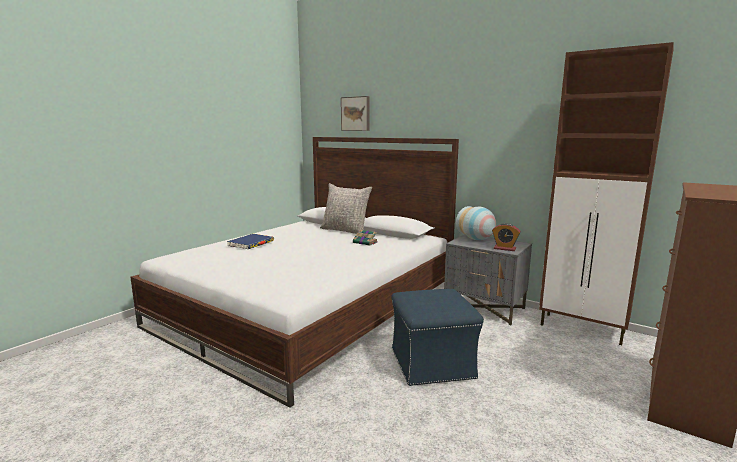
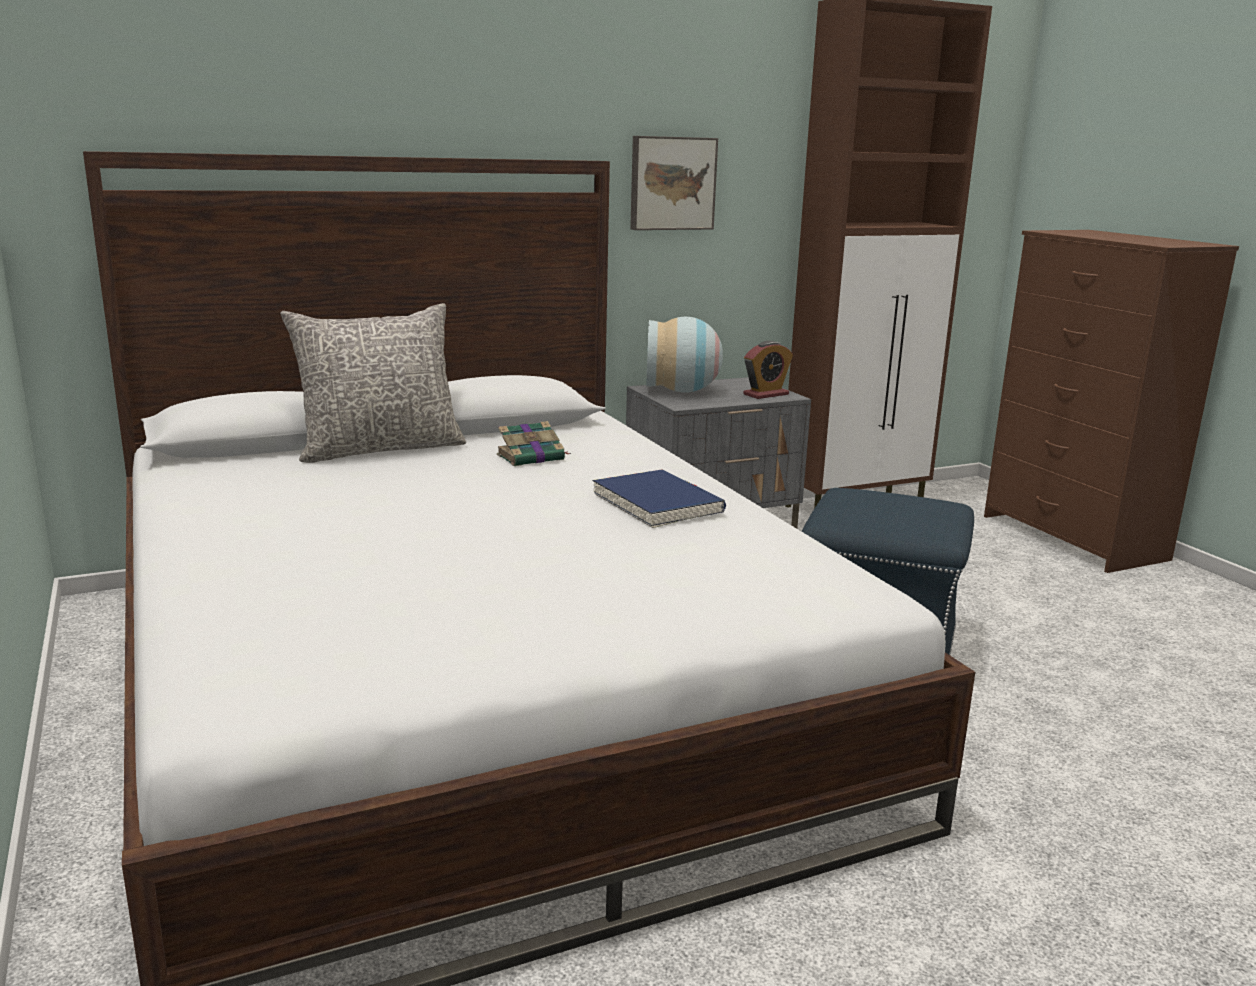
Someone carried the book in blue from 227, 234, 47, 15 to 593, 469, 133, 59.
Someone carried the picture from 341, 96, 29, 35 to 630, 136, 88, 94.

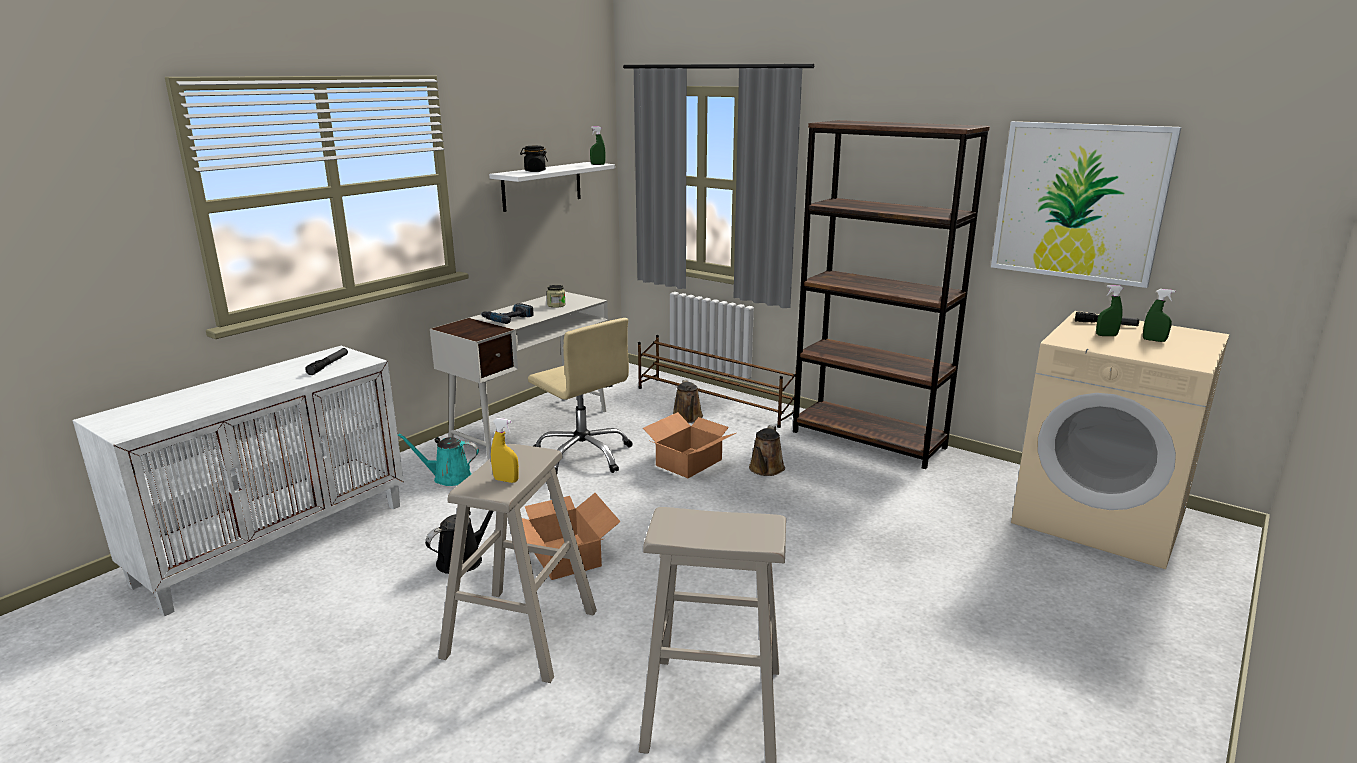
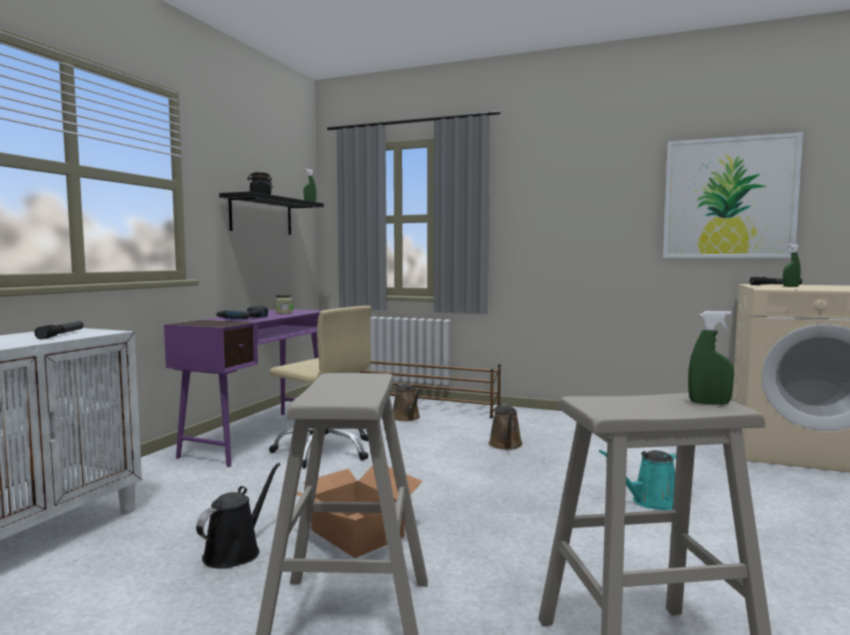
Someone carried the watering can in turquoise from 397, 433, 82, 53 to 599, 450, 78, 60.
Someone repainted the desk in white at 430, 292, 178, 168, which became the desk in purple at 164, 309, 157, 158.
Someone repainted the shelf in white at 489, 162, 126, 50, which became the shelf in black at 219, 191, 105, 44.
Someone took away the spray bottle in yellow at 491, 418, 28, 65.
Someone took away the cardboard box at 643, 412, 93, 66.
Someone took away the bookcase in brown at 793, 120, 197, 349.
Someone carried the spray bottle in green from 1143, 289, 32, 53 to 688, 311, 46, 94.

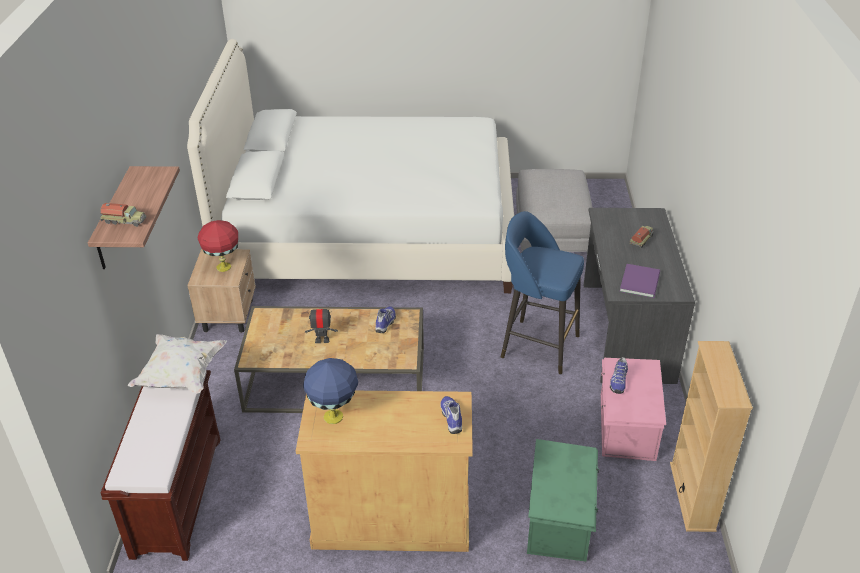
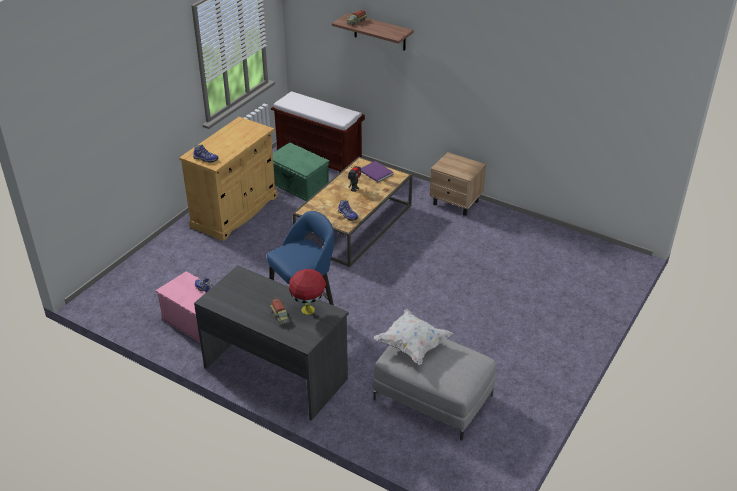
Someone carried the pillow in white from 128, 334, 99, 60 to 374, 309, 79, 56.
Someone took away the bed in white at 187, 39, 327, 254.
Someone carried the table lamp in red from 198, 220, 40, 52 to 289, 269, 37, 46.
Someone took away the table lamp in blue at 303, 358, 55, 66.
Someone carried the storage box in green from 527, 439, 72, 123 to 273, 142, 57, 59.
Someone carried the book in purple from 620, 264, 40, 34 to 361, 161, 33, 21.
Someone took away the bookcase in beige at 670, 341, 83, 191.

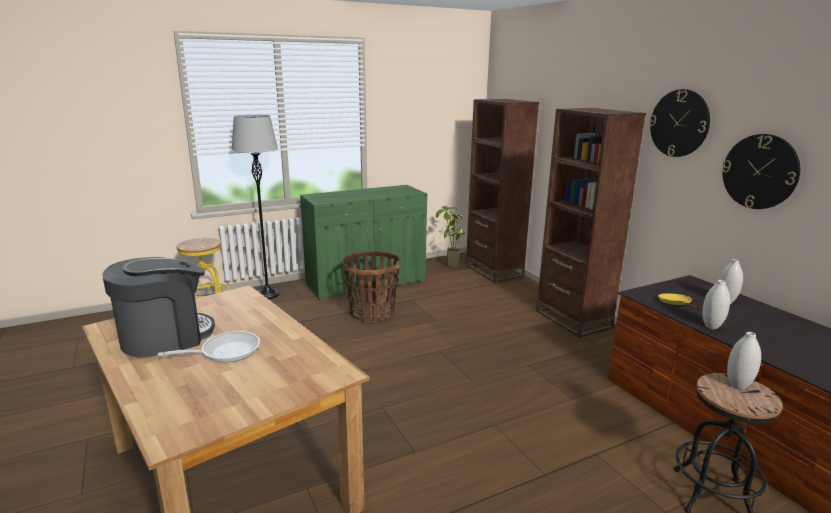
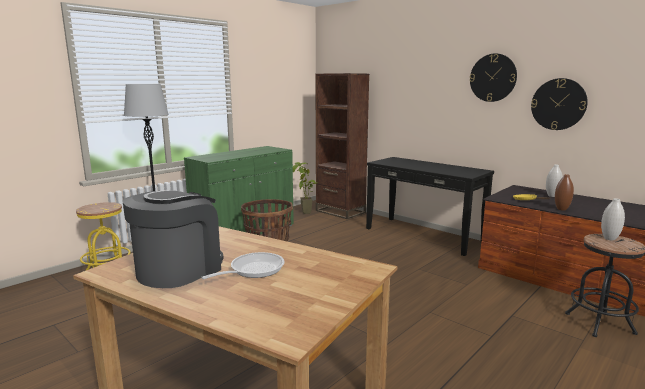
Someone swapped the bookcase in brown at 536, 108, 110, 230 for the console table in black at 366, 157, 128, 99.
Someone repainted the vase in white at 702, 280, 28, 49, which became the vase in brown at 555, 174, 19, 37.

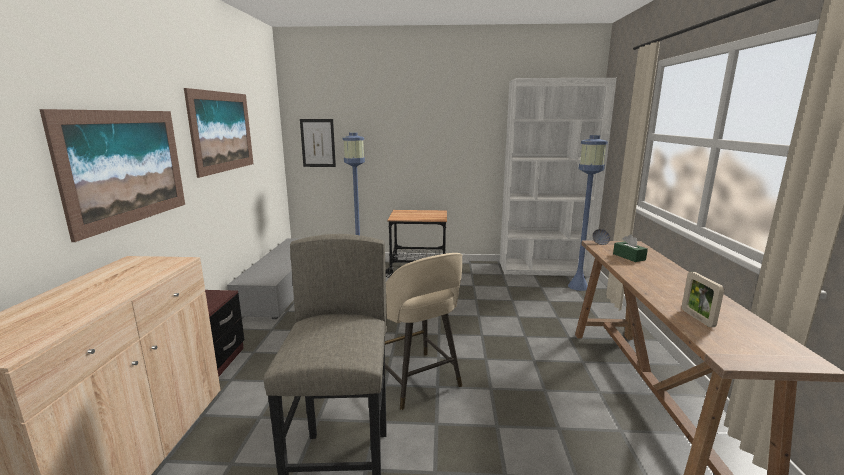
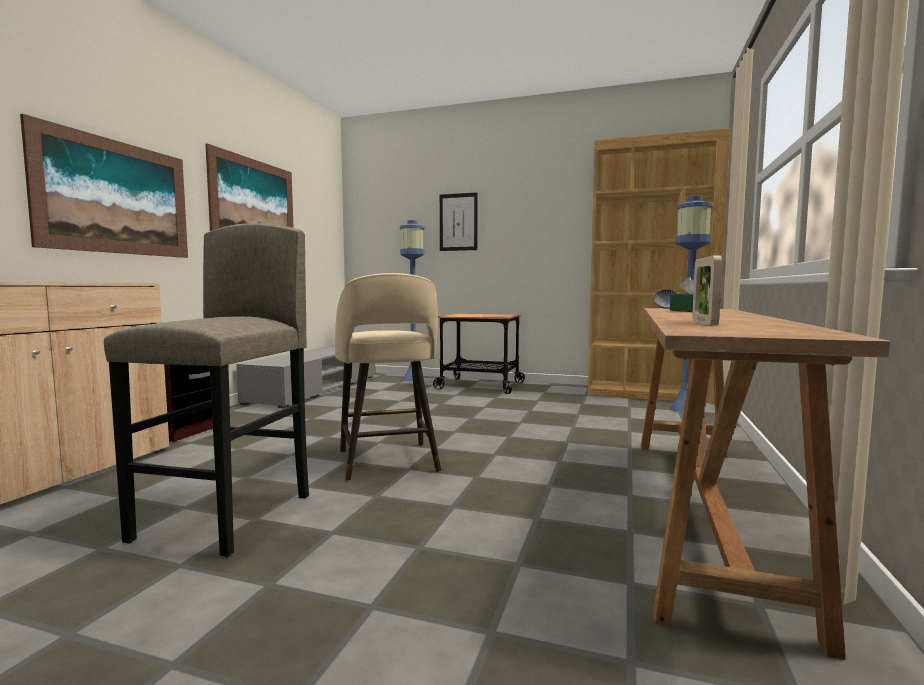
Someone carried the picture from 300, 119, 36, 48 to 440, 192, 38, 59.
Someone repainted the bookcase in white at 500, 78, 117, 199, which became the bookcase in brown at 588, 128, 142, 276.

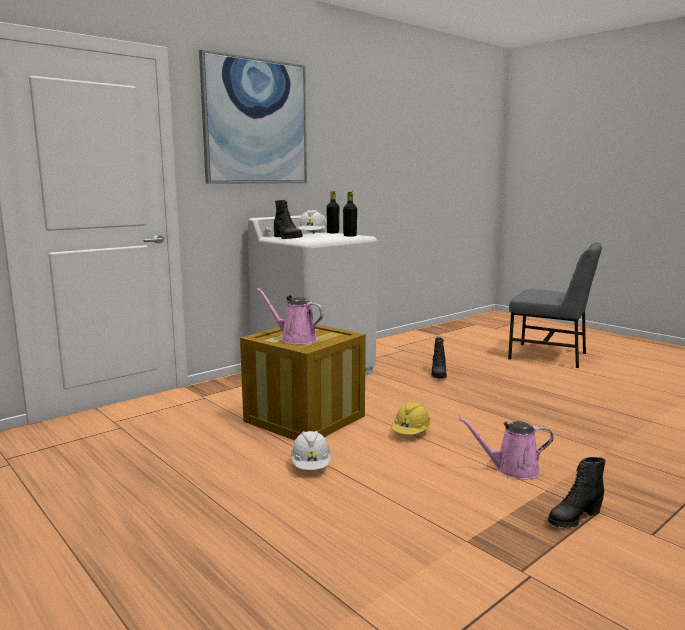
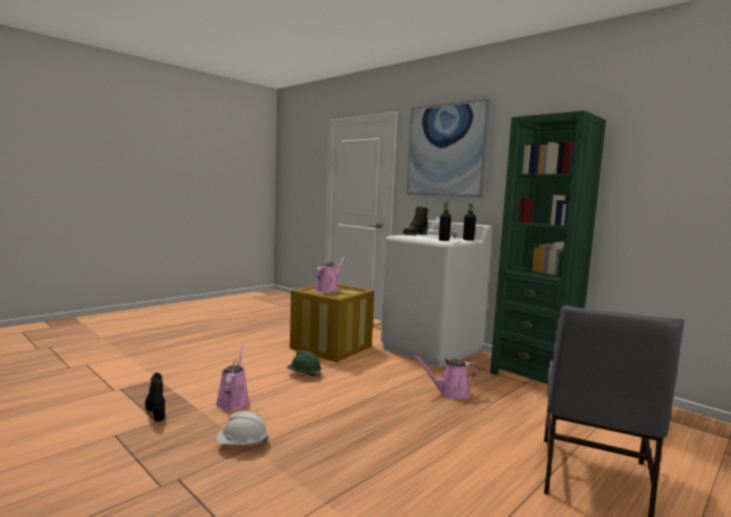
Someone carried the hard hat in white from 290, 431, 41, 39 to 217, 411, 51, 34.
Someone repainted the hard hat in yellow at 391, 401, 40, 34, which became the hard hat in green at 287, 350, 34, 27.
Someone swapped the boot in black at 431, 338, 16, 41 for the watering can in pink at 414, 355, 65, 45.
Someone put down the bookcase in green at 490, 111, 116, 273.

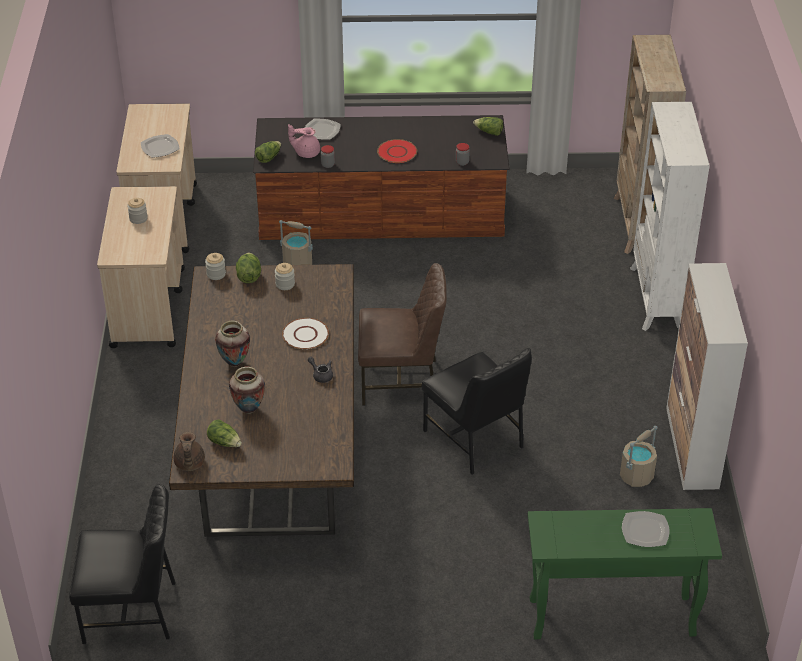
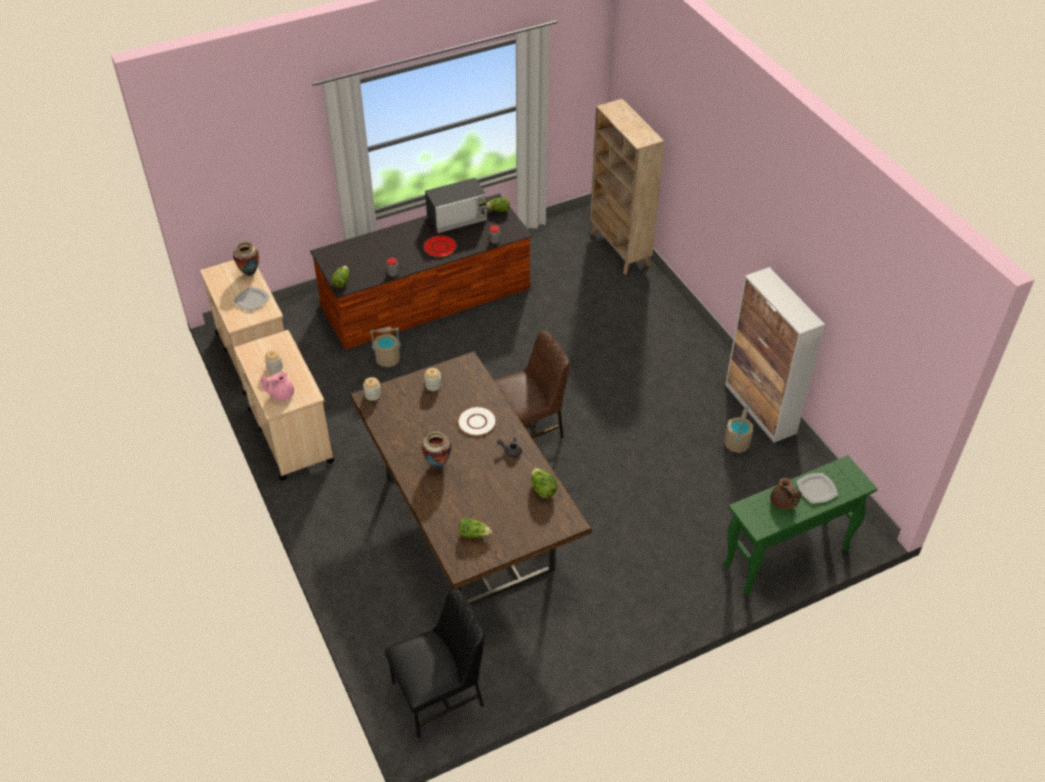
Someone carried the teapot in brown from 174, 432, 31, 39 to 770, 478, 31, 31.
Someone carried the vase from 229, 367, 36, 47 to 233, 242, 26, 34.
Someone carried the lettuce from 236, 252, 25, 31 to 531, 468, 26, 30.
Someone carried the teapot in pink from 288, 124, 32, 34 to 261, 372, 33, 29.
Someone took away the plate at 305, 119, 36, 21.
Someone took away the chair in black at 422, 348, 110, 127.
Someone took away the bookcase in white at 630, 102, 80, 229.
Someone put down the microwave at 425, 178, 62, 55.

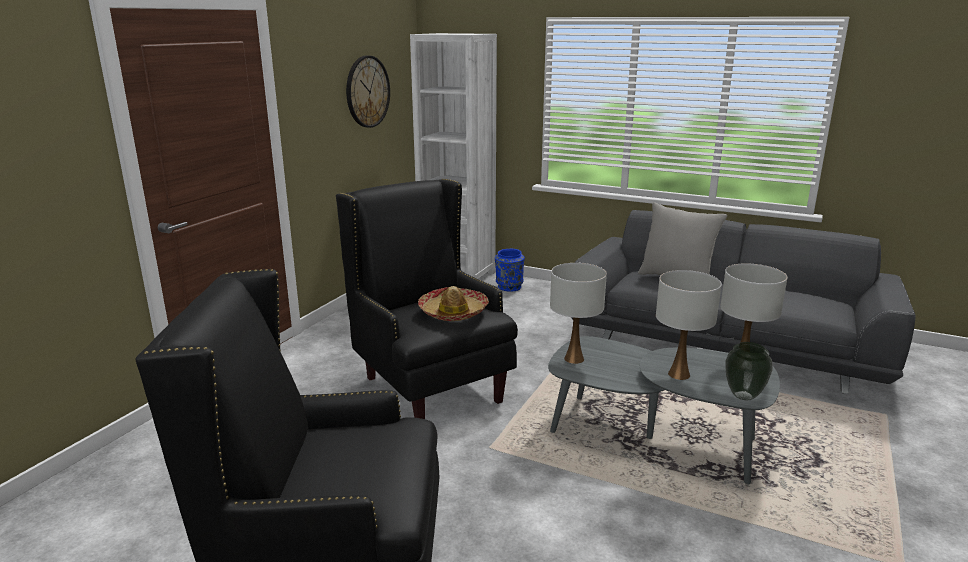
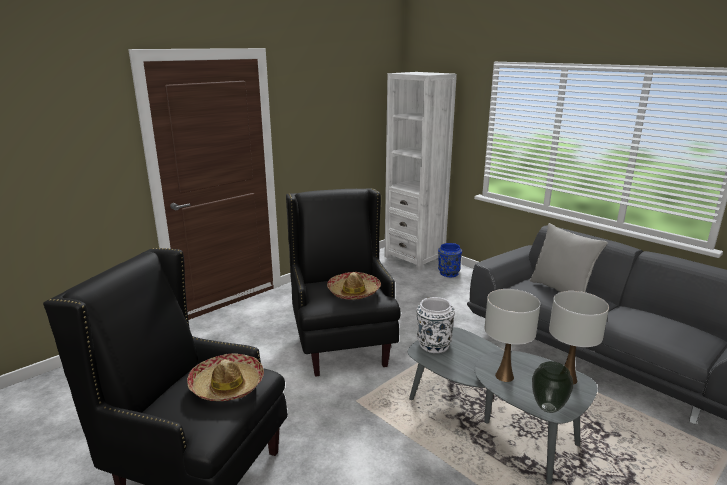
Someone took away the wall clock at 346, 56, 44, 72.
Someone swapped the table lamp in white at 550, 263, 57, 101 for the vase in white at 417, 297, 38, 56.
Someone put down the hat at 187, 353, 77, 48.

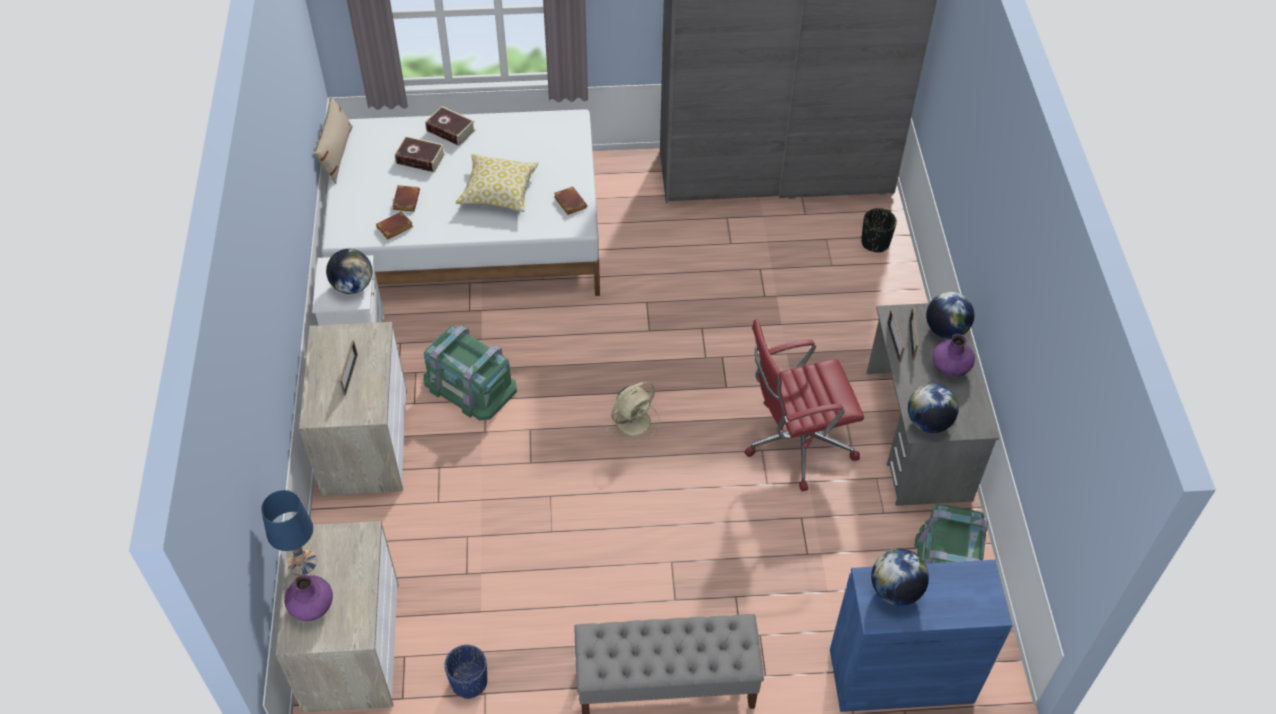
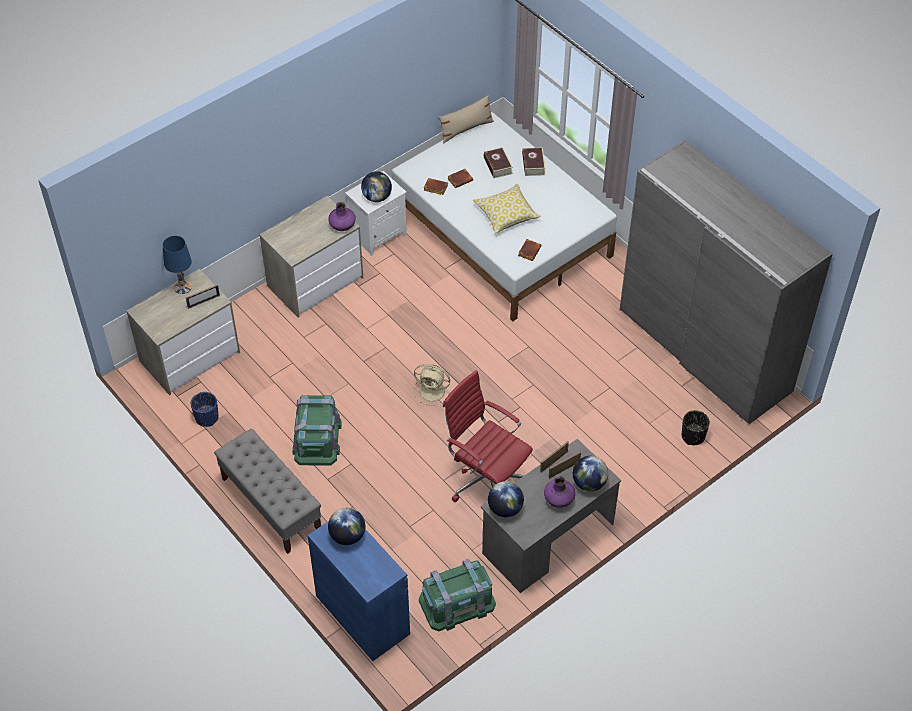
Someone carried the vase in purple from 284, 575, 49, 46 to 328, 202, 28, 29.
Someone carried the picture frame from 340, 340, 18, 56 to 186, 285, 34, 24.
Someone carried the storage box in green from 424, 325, 93, 95 to 292, 395, 50, 71.

